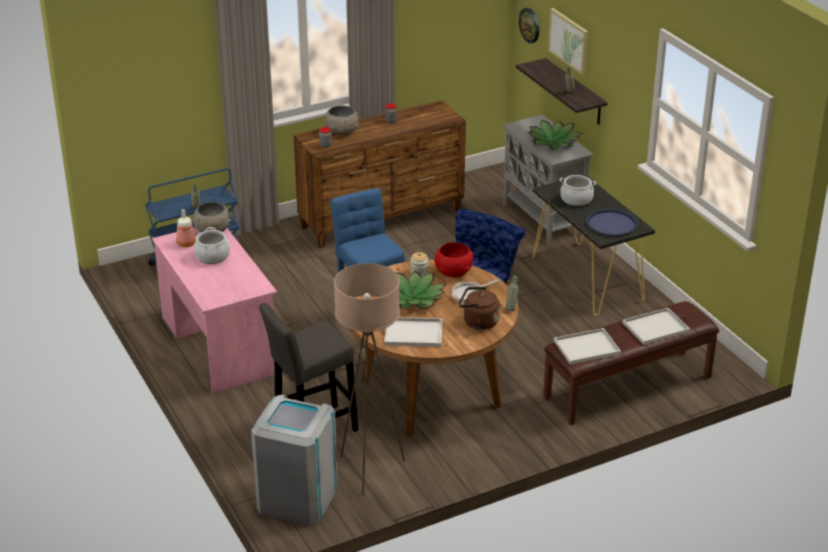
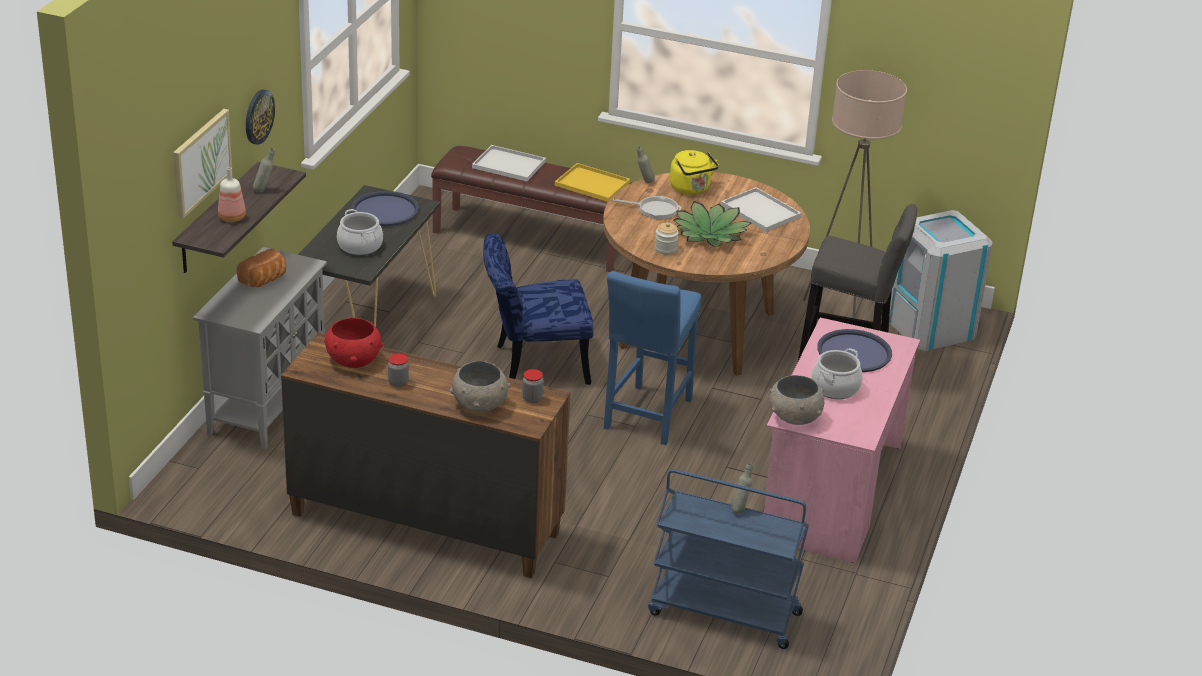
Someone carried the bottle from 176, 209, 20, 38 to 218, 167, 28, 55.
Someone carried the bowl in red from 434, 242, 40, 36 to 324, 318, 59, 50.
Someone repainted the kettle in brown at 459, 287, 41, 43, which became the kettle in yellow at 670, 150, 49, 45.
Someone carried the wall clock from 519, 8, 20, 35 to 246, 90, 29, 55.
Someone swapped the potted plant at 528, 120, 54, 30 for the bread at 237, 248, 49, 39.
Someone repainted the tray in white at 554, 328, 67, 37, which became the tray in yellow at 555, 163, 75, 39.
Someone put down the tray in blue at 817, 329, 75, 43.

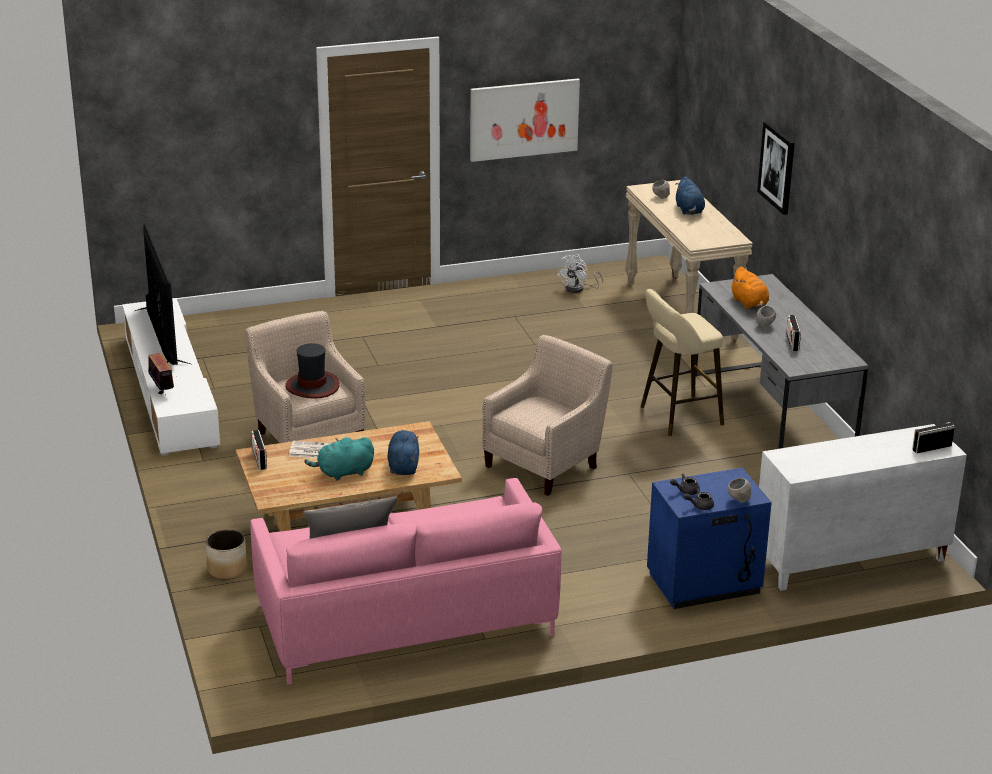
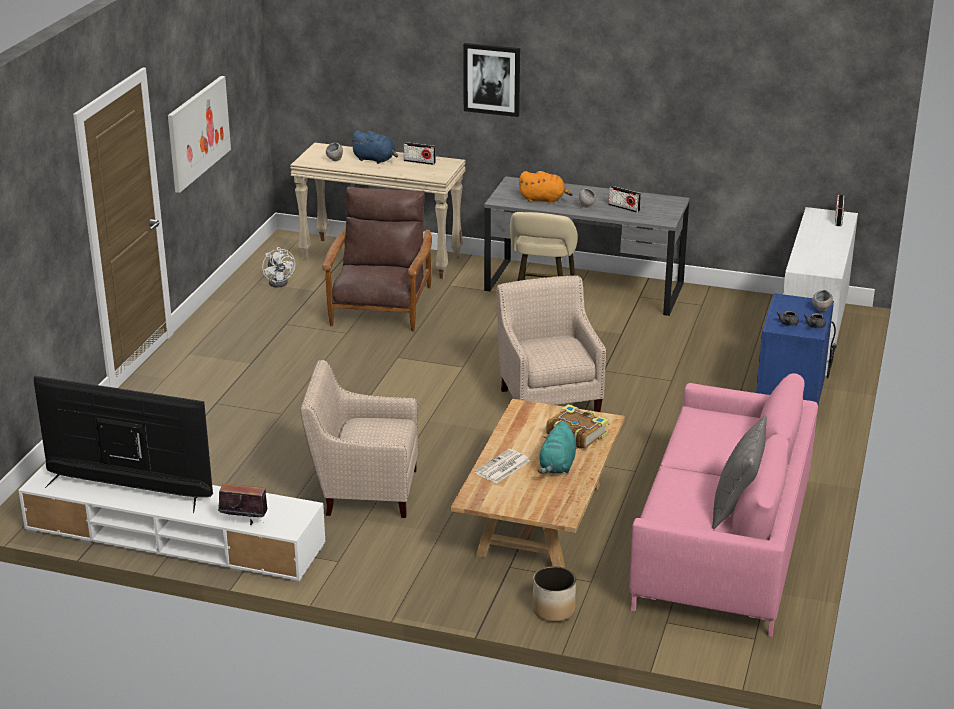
Someone carried the radio from 251, 430, 16, 40 to 403, 142, 33, 23.
Someone took away the hat at 285, 343, 55, 56.
Someone swapped the plush toy in blue at 388, 430, 31, 45 for the book at 546, 404, 63, 45.
Someone put down the armchair in brown at 322, 187, 110, 145.

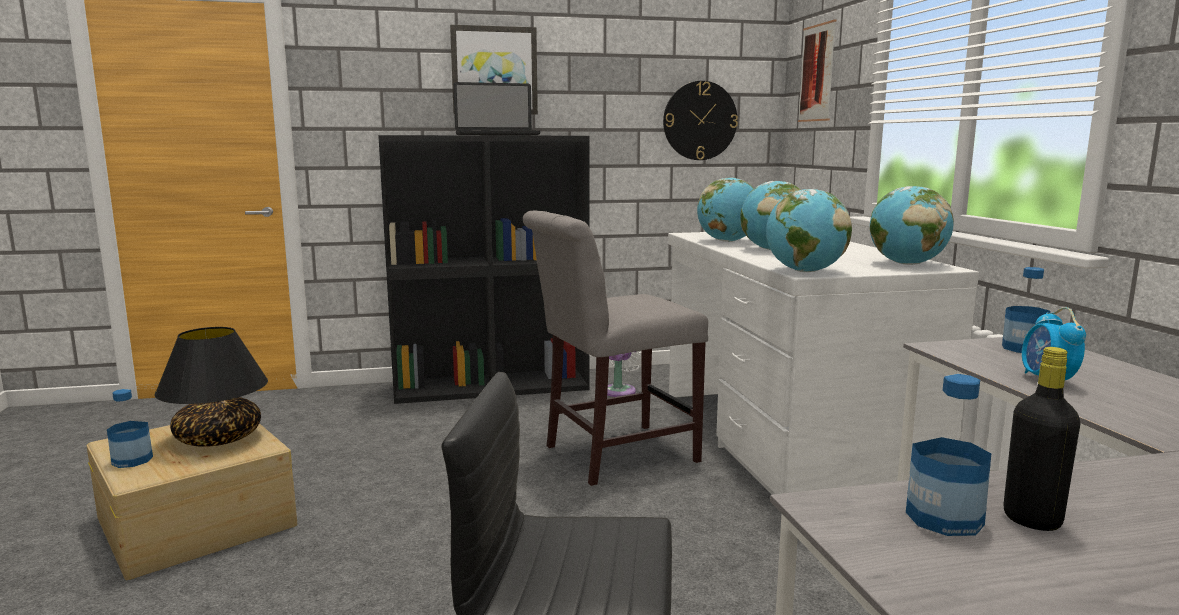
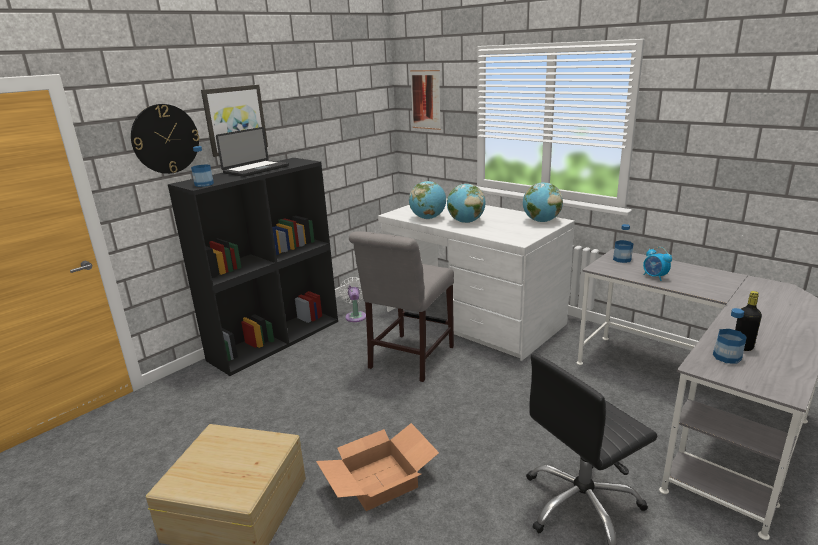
Someone carried the bottle from 107, 389, 46, 79 to 191, 146, 23, 41.
Someone took away the table lamp in black at 155, 327, 113, 120.
Someone carried the wall clock from 663, 81, 75, 79 to 131, 104, 68, 70.
Someone took away the globe at 766, 189, 86, 83.
Someone put down the cardboard box at 316, 423, 123, 88.

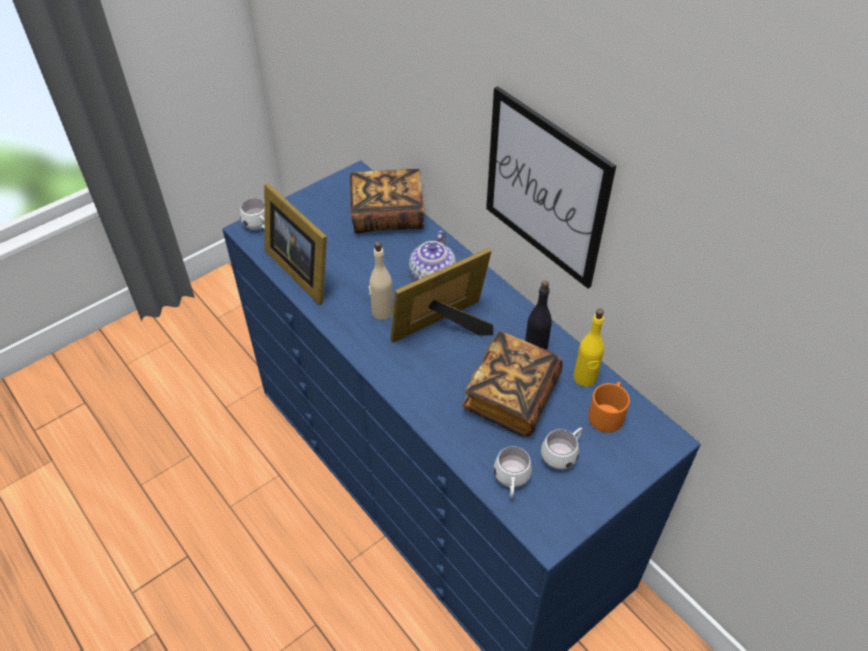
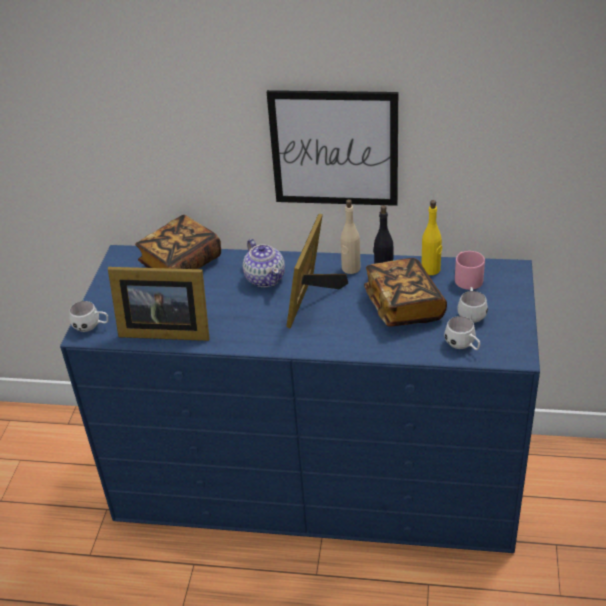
Someone carried the bottle in beige from 369, 242, 25, 78 to 341, 199, 19, 75.
Someone repainted the mug in orange at 588, 382, 42, 51, which became the mug in pink at 455, 251, 30, 39.

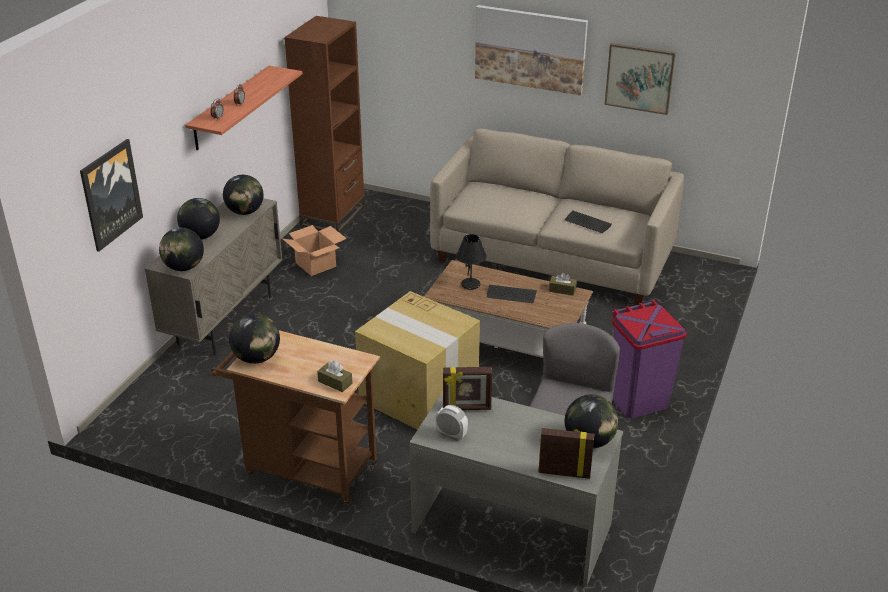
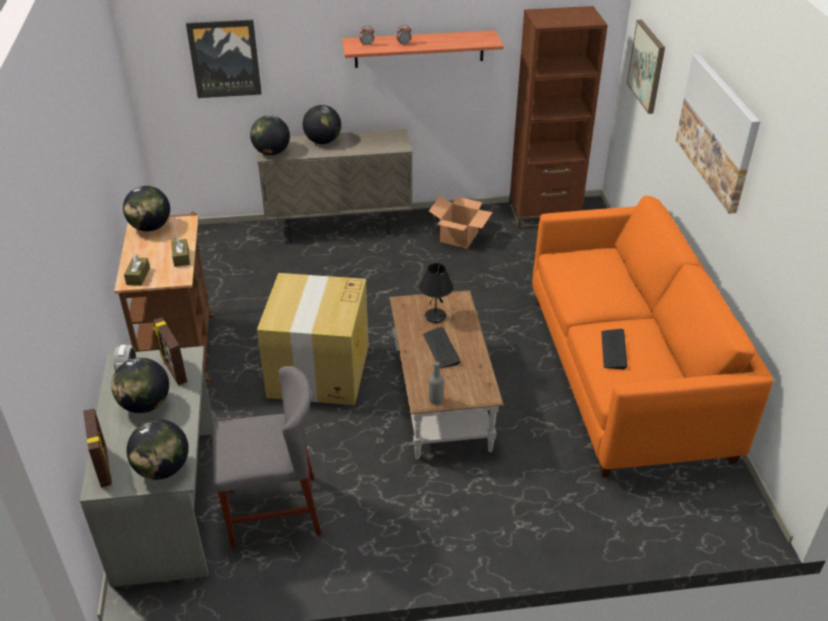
Someone carried the globe from 223, 175, 41, 40 to 111, 358, 58, 55.
Someone repainted the sofa in beige at 430, 128, 254, 177, which became the sofa in orange at 532, 196, 241, 281.
Someone carried the tissue box in brown from 549, 273, 28, 23 to 171, 237, 19, 30.
Someone carried the picture from 605, 43, 71, 72 to 627, 20, 38, 94.
Someone took away the trash can in purple at 612, 300, 75, 118.
Someone put down the bottle in grey at 429, 361, 14, 44.

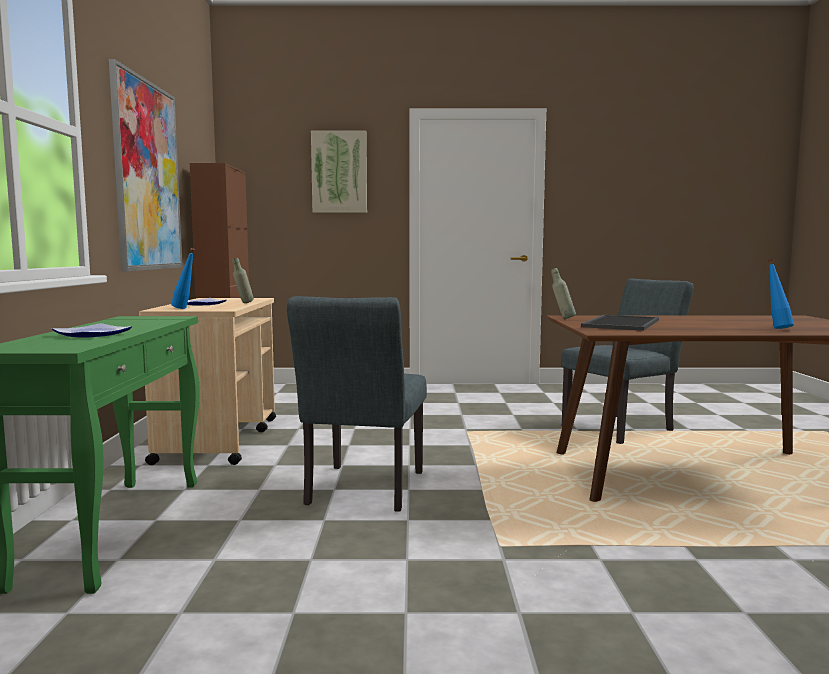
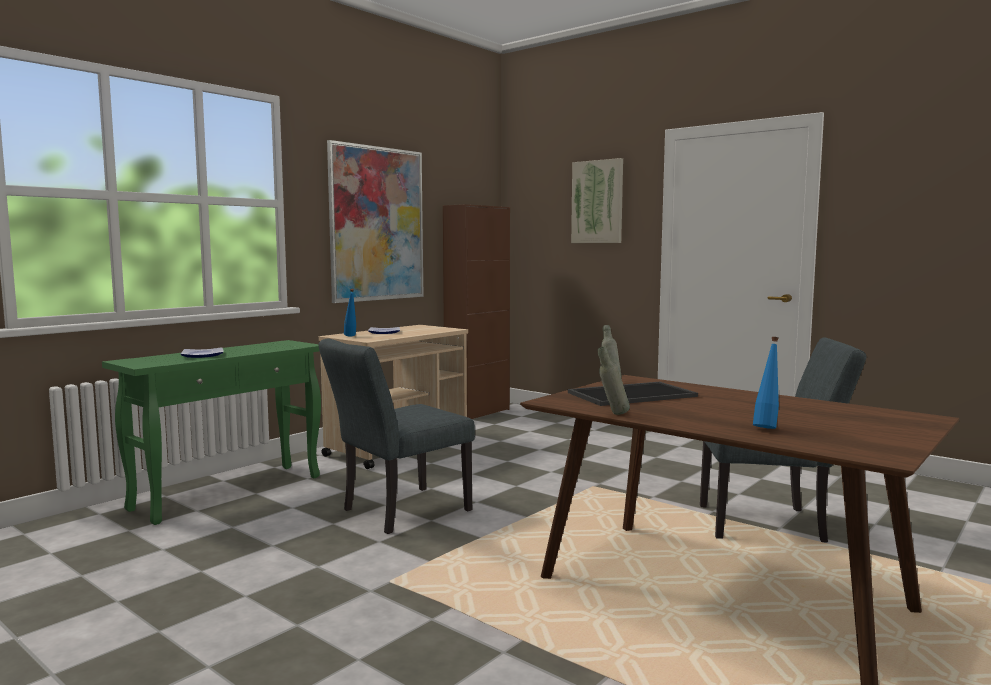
Someone carried the bottle in grey from 232, 258, 22, 45 to 598, 346, 32, 69.

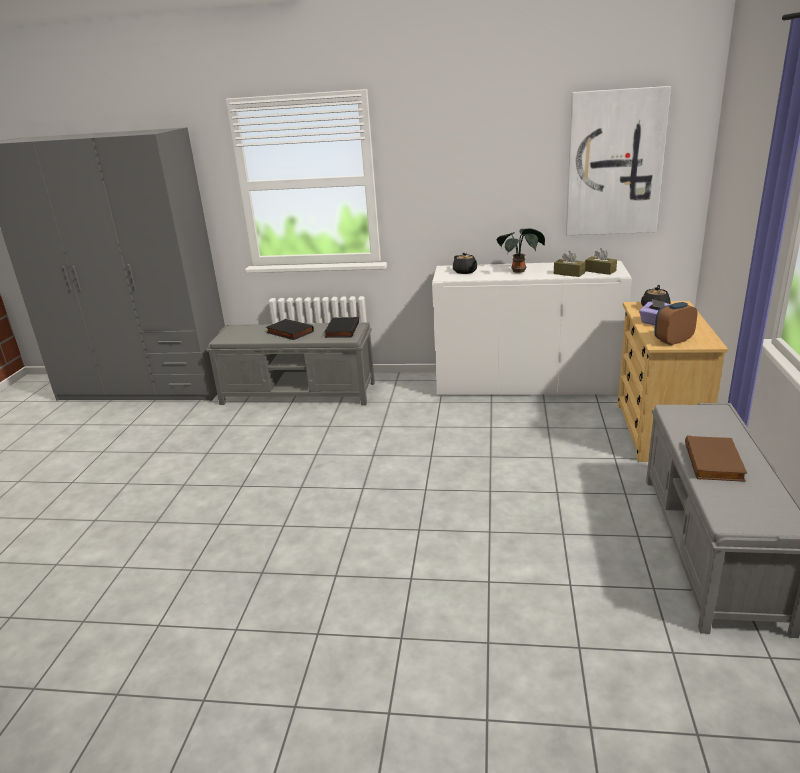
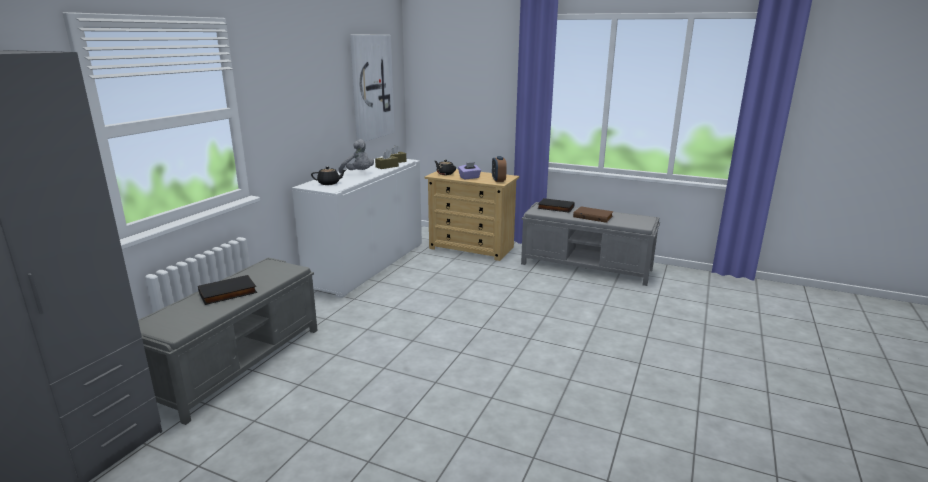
Someone carried the book in black from 324, 317, 35, 21 to 537, 198, 38, 15.
Someone swapped the potted plant at 497, 228, 48, 45 for the plush toy in grey at 339, 139, 35, 34.

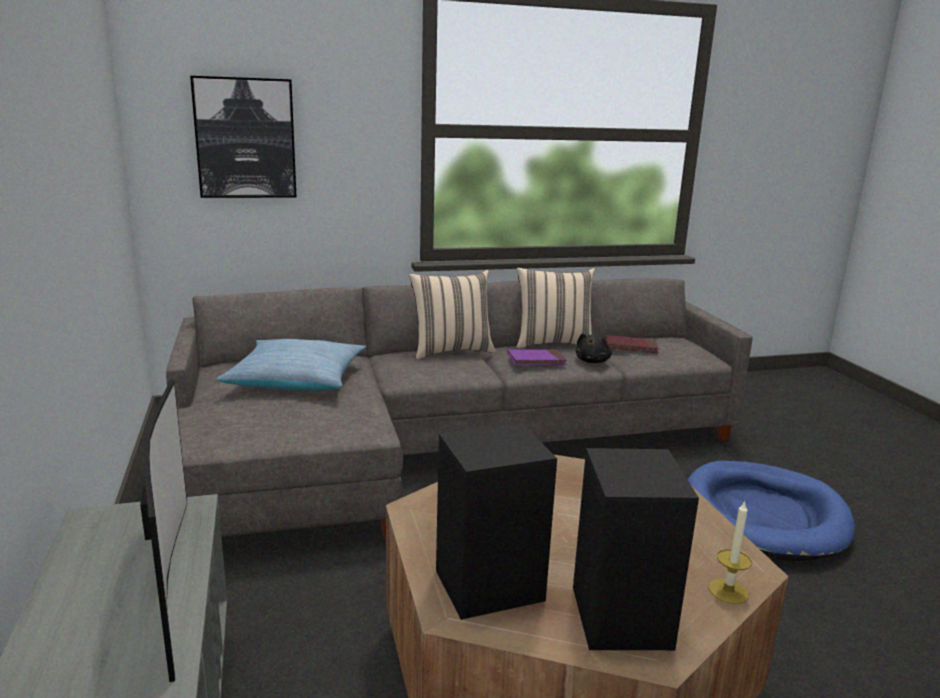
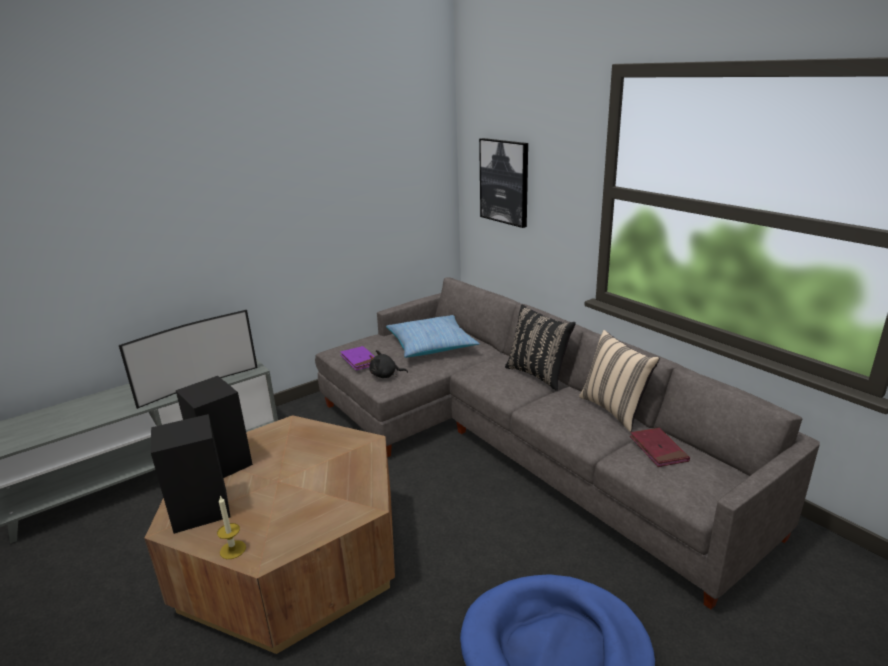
Someone repainted the pillow in beige at 409, 270, 87, 89, which became the pillow in black at 505, 305, 71, 86.
Someone carried the book in purple from 507, 349, 60, 16 to 340, 346, 35, 25.
Someone carried the plush toy in black from 576, 333, 36, 30 to 369, 350, 39, 28.

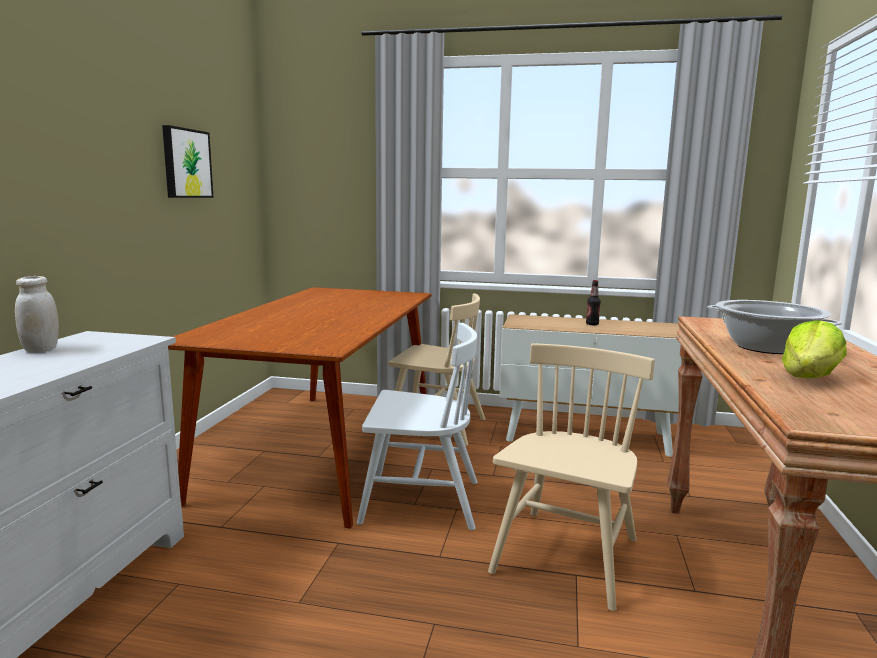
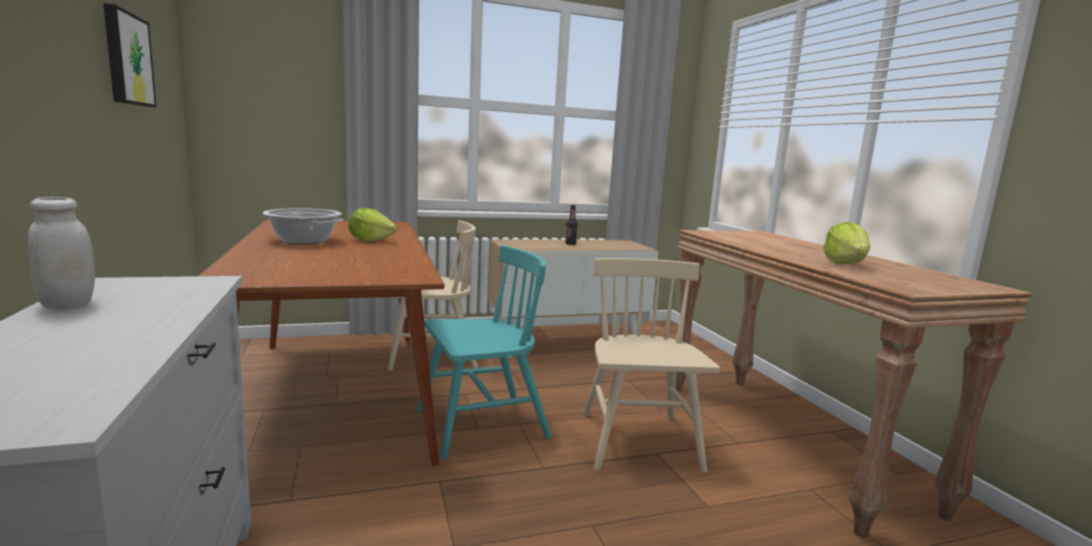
Someone repainted the chair in white at 357, 323, 120, 207, which became the chair in turquoise at 417, 245, 135, 214.
Someone carried the cooking pot from 707, 300, 135, 54 to 263, 208, 80, 36.
Someone put down the lettuce at 348, 208, 49, 34.

